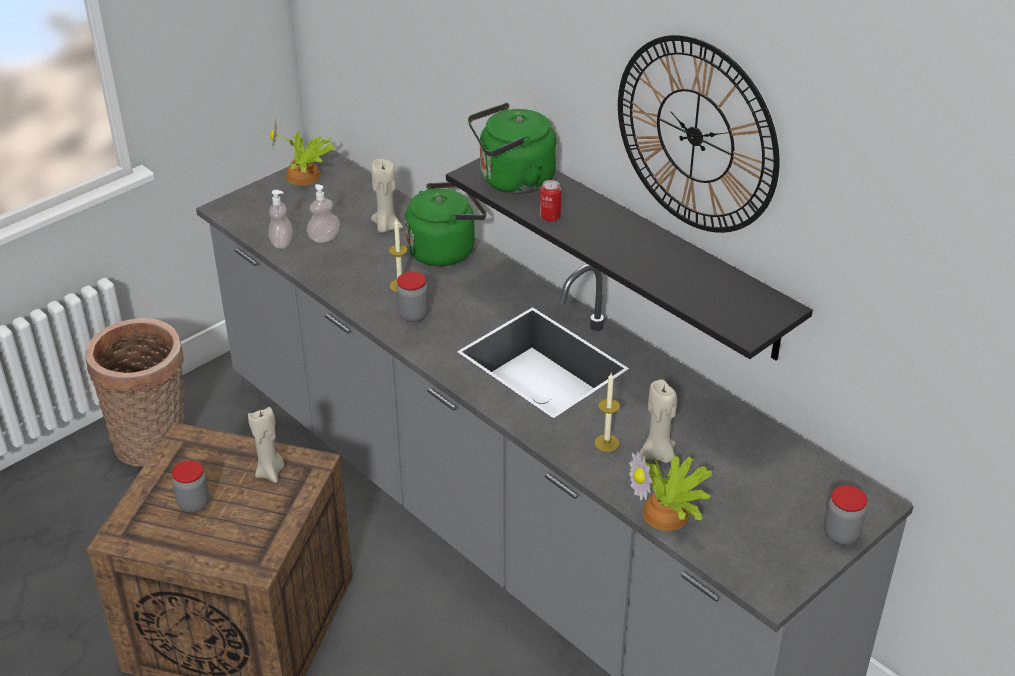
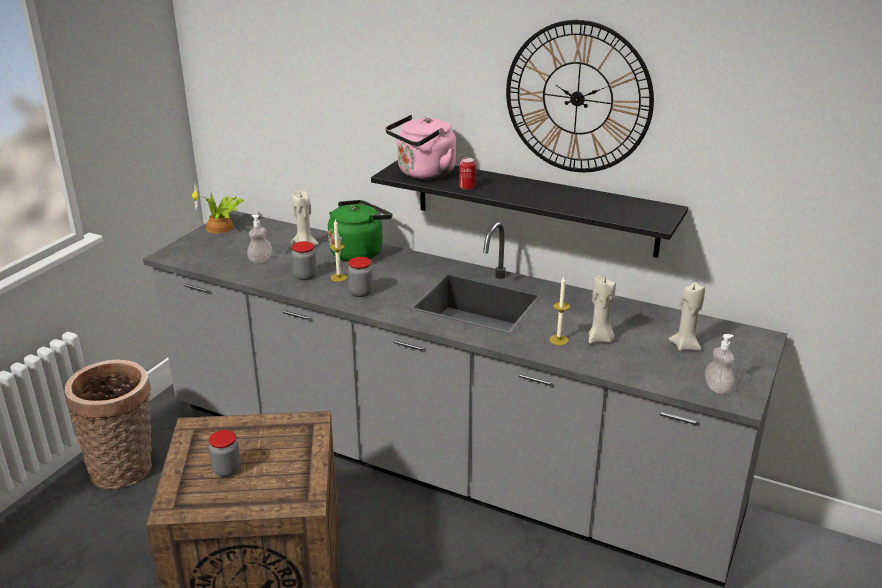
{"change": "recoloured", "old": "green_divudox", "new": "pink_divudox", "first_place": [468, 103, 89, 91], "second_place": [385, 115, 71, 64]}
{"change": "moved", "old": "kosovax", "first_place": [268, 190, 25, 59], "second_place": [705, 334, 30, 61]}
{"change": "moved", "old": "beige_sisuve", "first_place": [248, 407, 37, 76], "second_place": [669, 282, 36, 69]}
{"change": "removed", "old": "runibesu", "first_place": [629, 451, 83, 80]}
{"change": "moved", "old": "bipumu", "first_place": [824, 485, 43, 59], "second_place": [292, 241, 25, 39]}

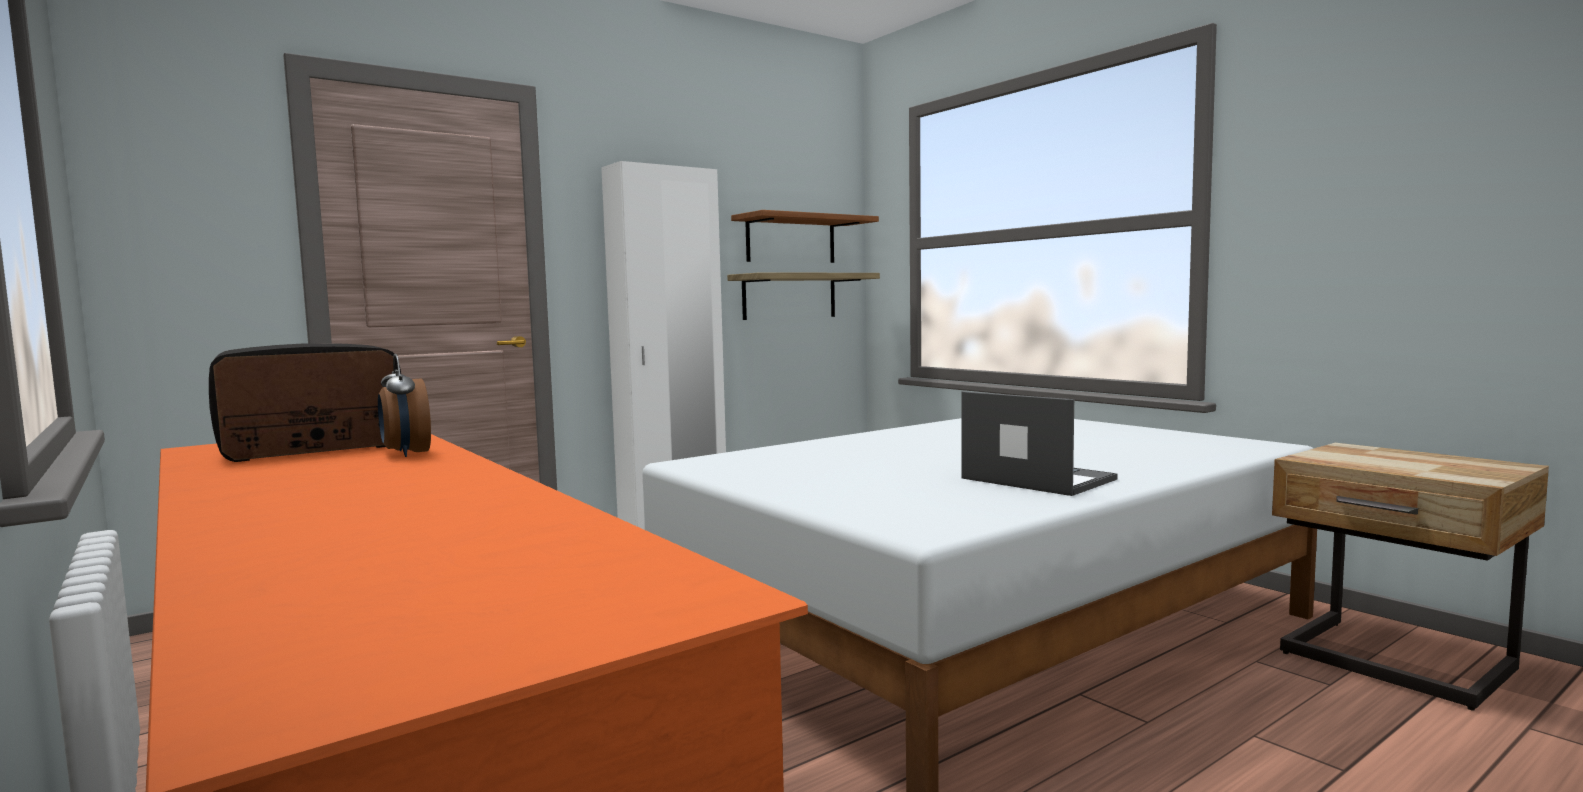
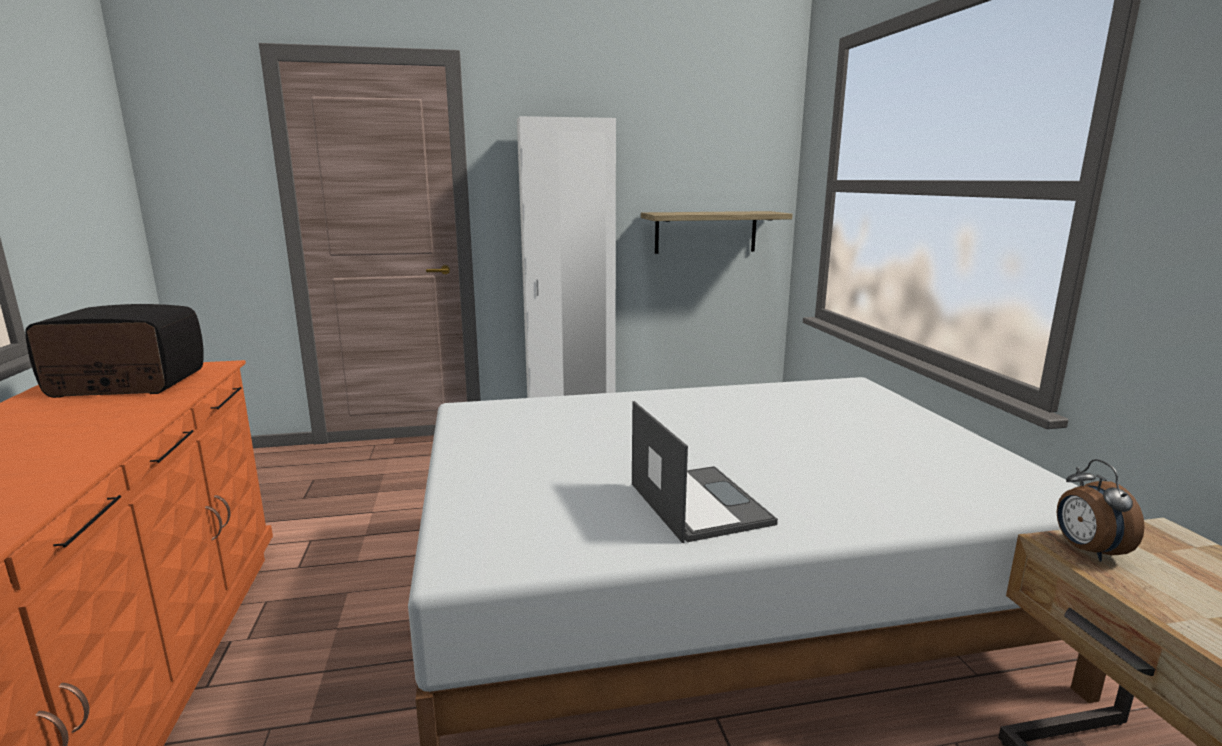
{"change": "removed", "old": "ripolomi", "first_place": [731, 210, 148, 53]}
{"change": "moved", "old": "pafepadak", "first_place": [378, 354, 53, 103], "second_place": [1057, 459, 88, 103]}

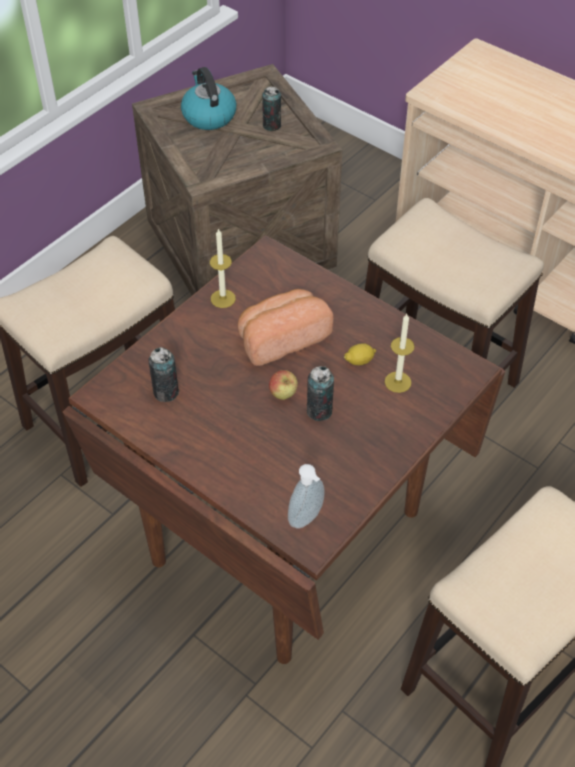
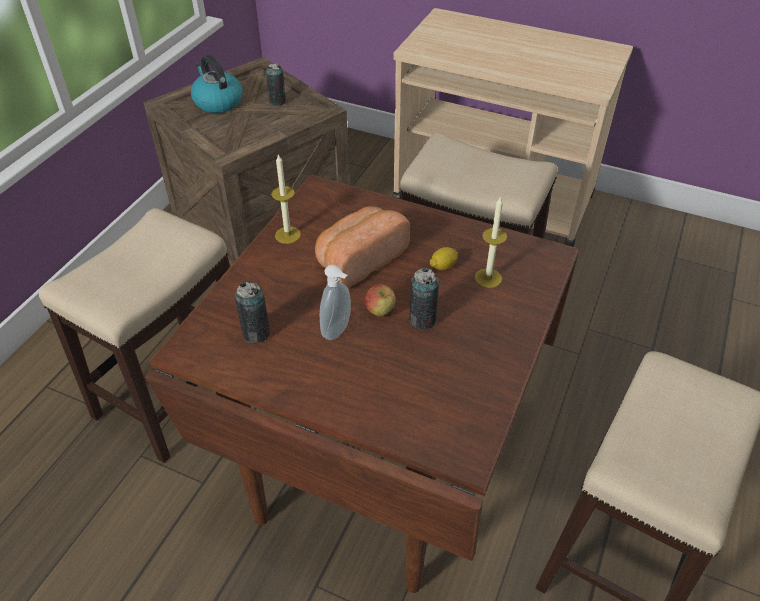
{"change": "moved", "old": "kosovax", "first_place": [288, 464, 37, 65], "second_place": [320, 265, 31, 75]}

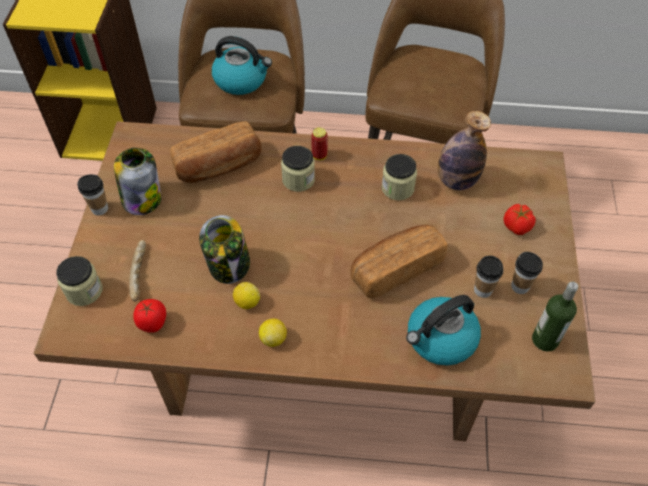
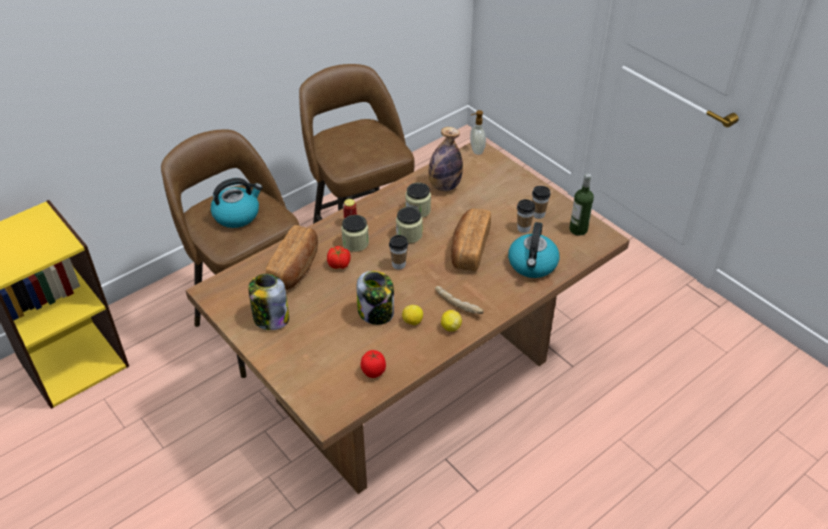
{"change": "moved", "old": "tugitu", "first_place": [77, 174, 31, 41], "second_place": [389, 235, 19, 35]}
{"change": "moved", "old": "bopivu", "first_place": [503, 204, 33, 31], "second_place": [327, 246, 24, 23]}
{"change": "moved", "old": "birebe", "first_place": [129, 240, 17, 62], "second_place": [435, 286, 49, 28]}
{"change": "moved", "old": "bipumu", "first_place": [56, 256, 46, 50], "second_place": [396, 207, 26, 36]}
{"change": "added", "new": "kosovax", "second_place": [470, 110, 16, 45]}

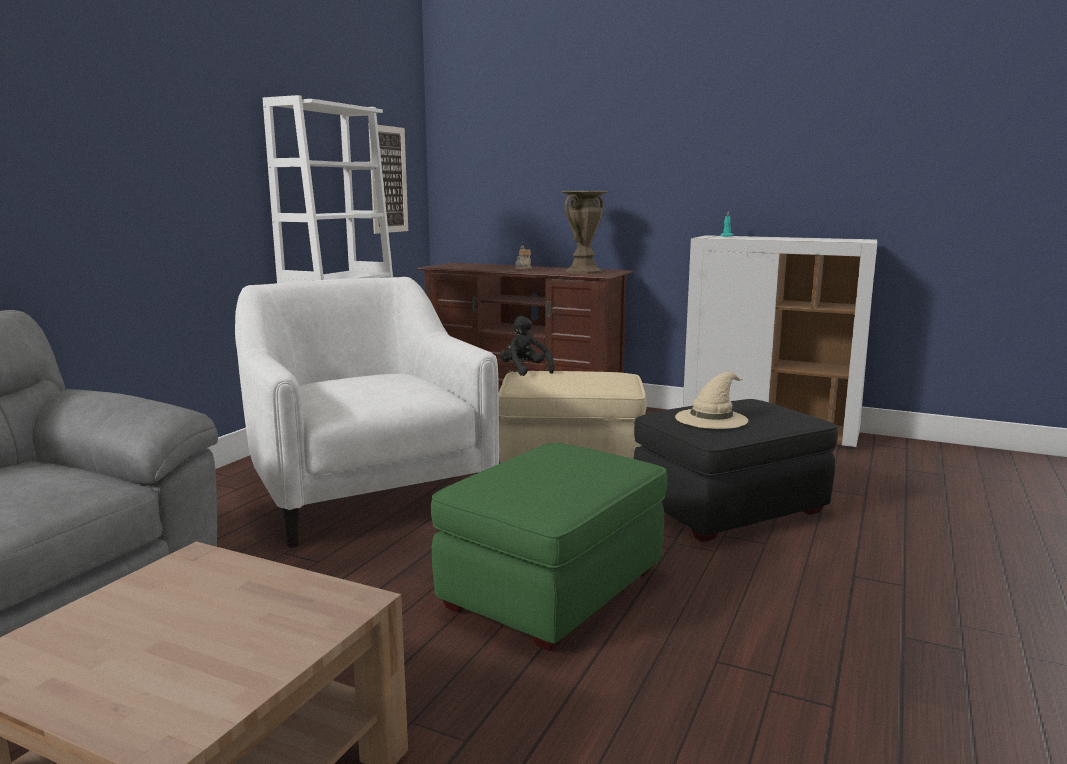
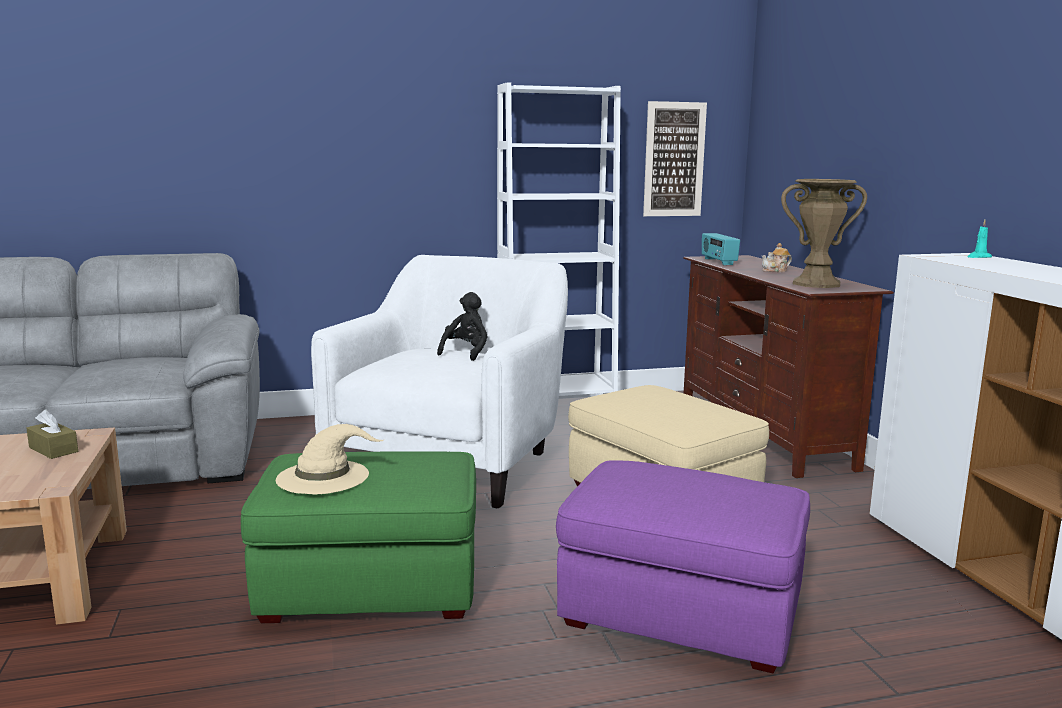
{"change": "moved", "old": "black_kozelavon", "first_place": [500, 316, 54, 60], "second_place": [437, 292, 51, 69]}
{"change": "moved", "old": "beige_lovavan", "first_place": [675, 372, 73, 57], "second_place": [276, 424, 108, 70]}
{"change": "recoloured", "old": "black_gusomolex", "new": "purple_gusomolex", "first_place": [634, 399, 204, 143], "second_place": [556, 460, 254, 214]}
{"change": "added", "new": "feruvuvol", "second_place": [702, 233, 38, 32]}
{"change": "added", "new": "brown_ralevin", "second_place": [26, 410, 52, 49]}

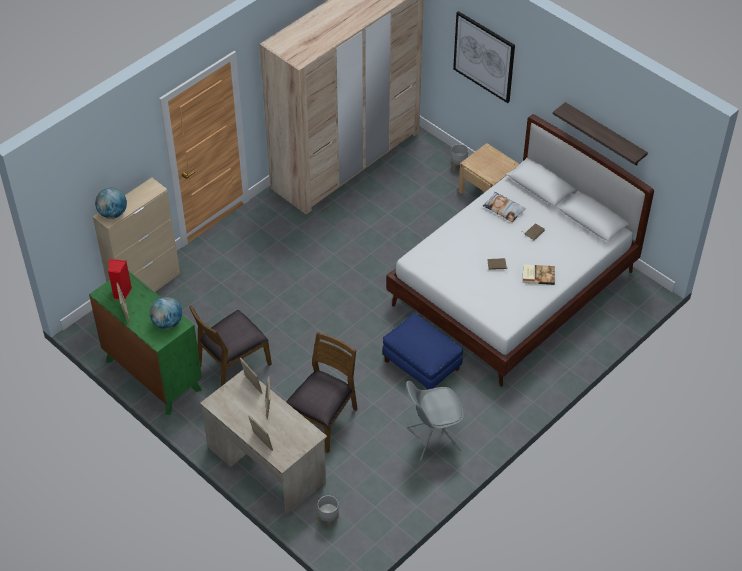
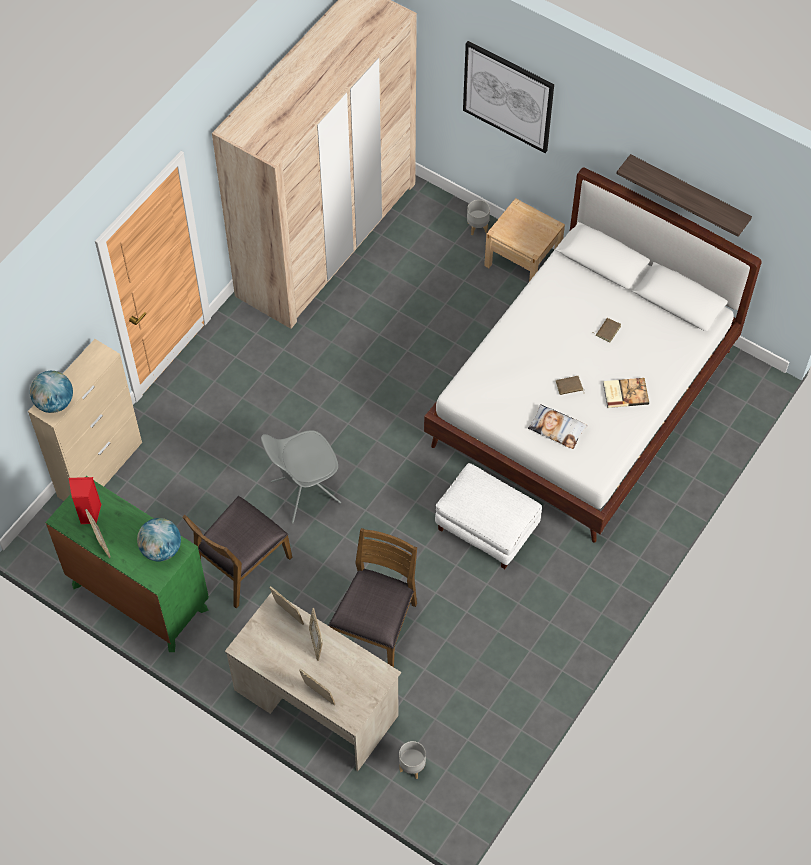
{"change": "moved", "old": "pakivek", "first_place": [483, 192, 43, 30], "second_place": [528, 404, 60, 45]}
{"change": "recoloured", "old": "blue_gusomolex", "new": "white_gusomolex", "first_place": [382, 313, 81, 77], "second_place": [435, 463, 107, 106]}
{"change": "moved", "old": "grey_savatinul", "first_place": [406, 381, 58, 80], "second_place": [261, 430, 80, 94]}

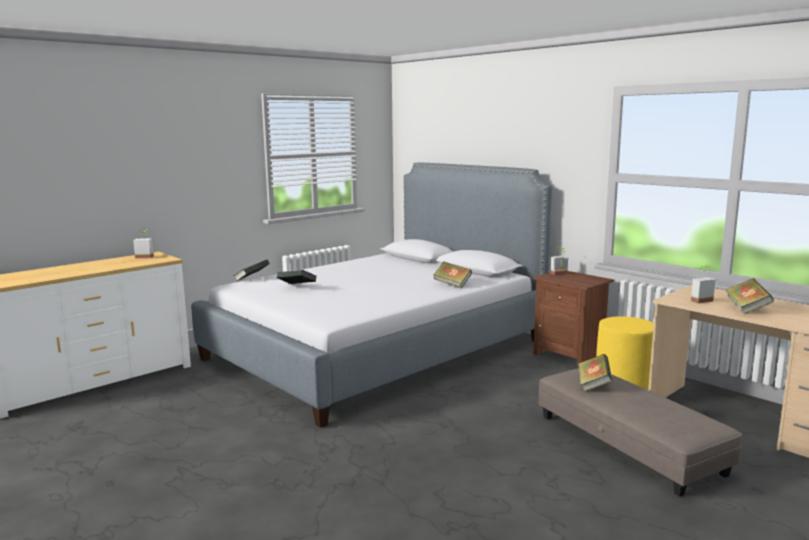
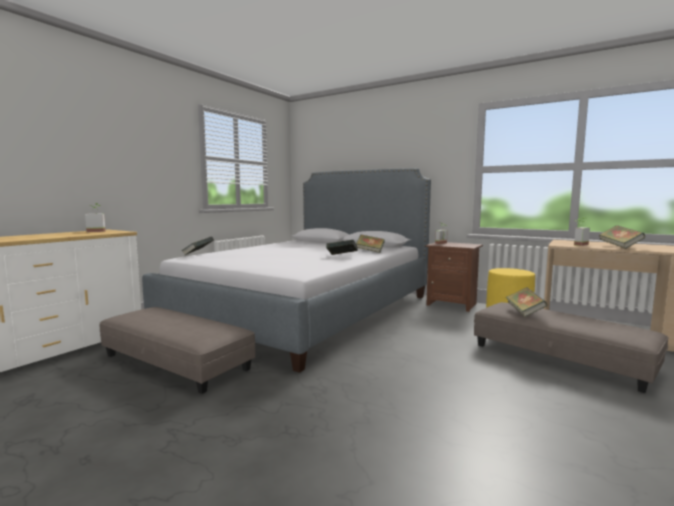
{"change": "moved", "old": "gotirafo", "first_place": [277, 270, 39, 14], "second_place": [326, 240, 32, 15]}
{"change": "added", "new": "grey_gusomolex", "second_place": [99, 307, 156, 87]}

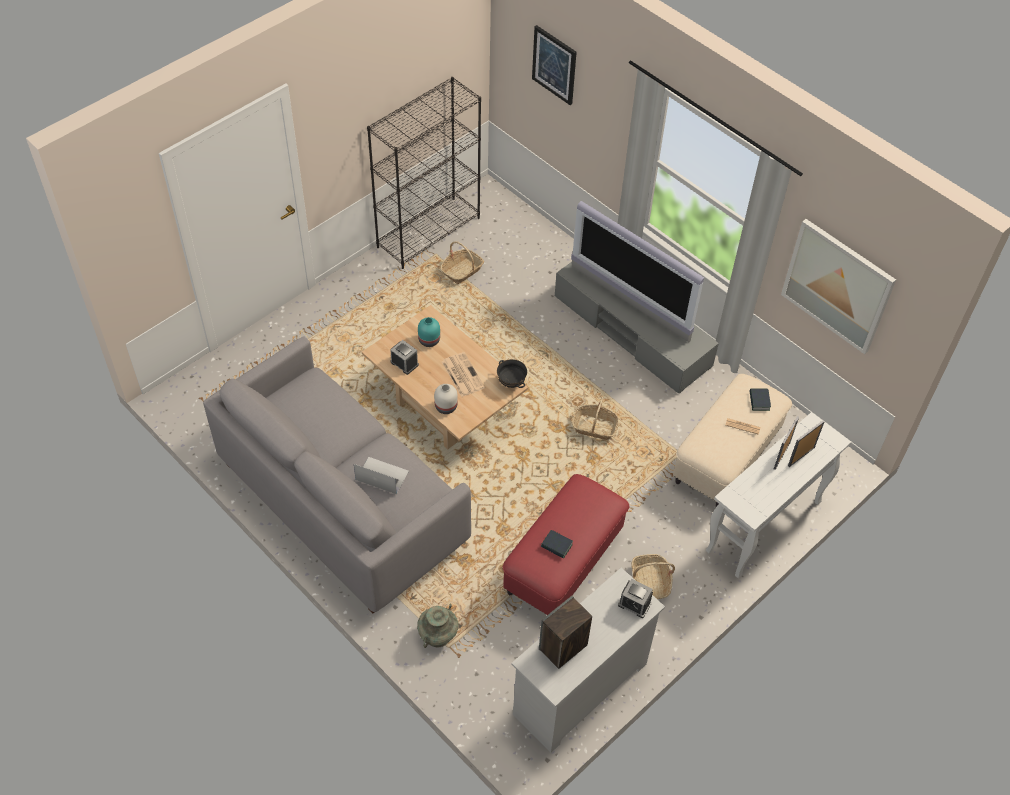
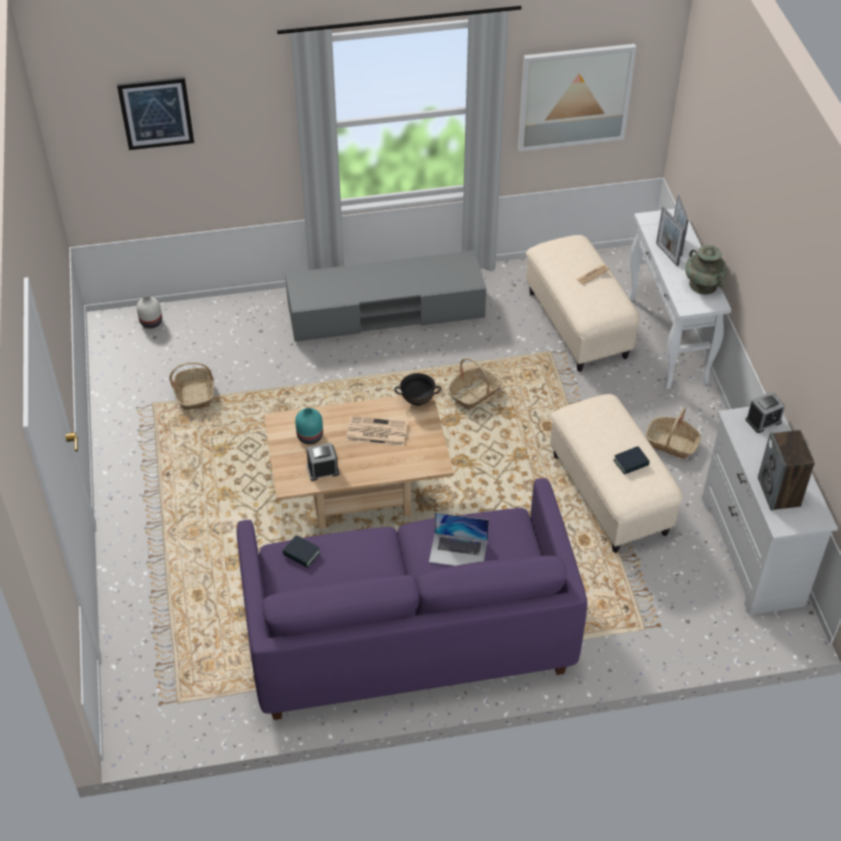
{"change": "removed", "old": "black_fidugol", "first_place": [367, 77, 114, 192]}
{"change": "removed", "old": "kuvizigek", "first_place": [571, 201, 133, 141]}
{"change": "recoloured", "old": "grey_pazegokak", "new": "purple_pazegokak", "first_place": [203, 337, 268, 277], "second_place": [237, 478, 350, 242]}
{"change": "moved", "old": "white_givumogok", "first_place": [434, 384, 24, 30], "second_place": [137, 296, 25, 33]}
{"change": "moved", "old": "gotirafo", "first_place": [750, 388, 21, 23], "second_place": [282, 535, 39, 33]}
{"change": "turned", "old": "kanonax", "first_place": [354, 457, 55, 37], "second_place": [429, 513, 60, 53], "degrees": -135}
{"change": "recoloured", "old": "red_gusomolex", "new": "beige_gusomolex", "first_place": [503, 474, 127, 141], "second_place": [550, 394, 133, 159]}
{"change": "moved", "old": "turquoise_givumogok", "first_place": [417, 603, 42, 45], "second_place": [685, 245, 43, 50]}

